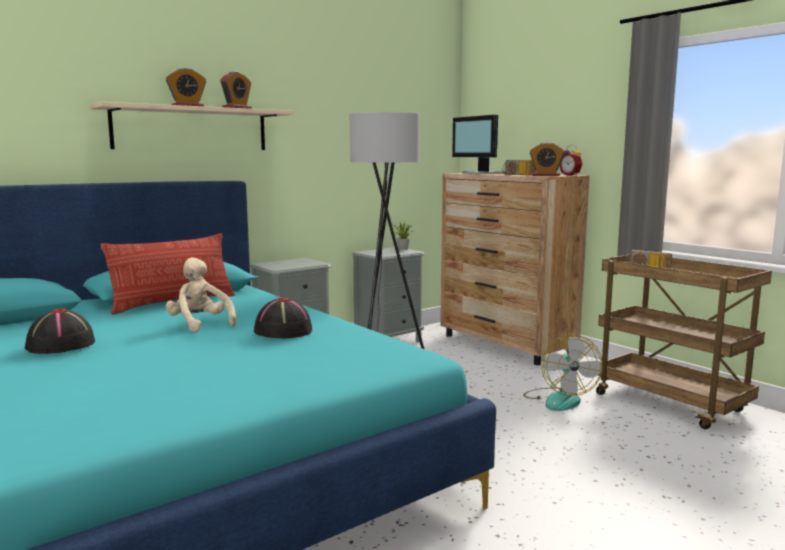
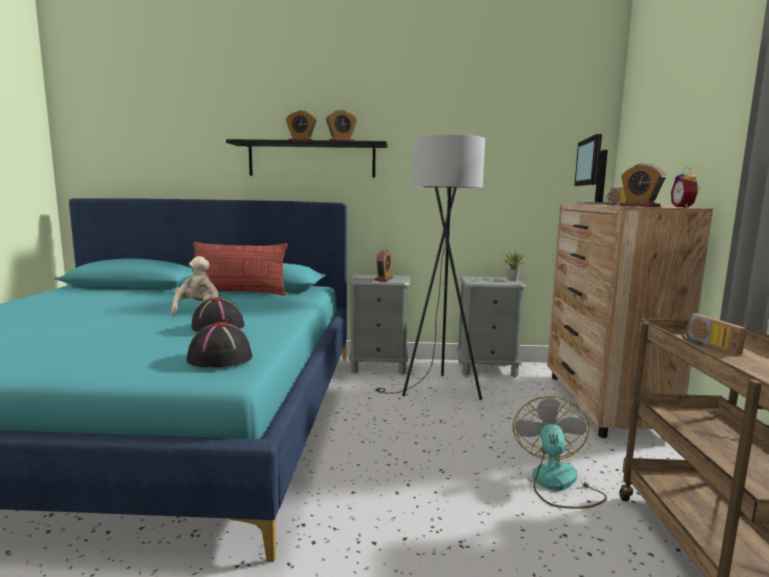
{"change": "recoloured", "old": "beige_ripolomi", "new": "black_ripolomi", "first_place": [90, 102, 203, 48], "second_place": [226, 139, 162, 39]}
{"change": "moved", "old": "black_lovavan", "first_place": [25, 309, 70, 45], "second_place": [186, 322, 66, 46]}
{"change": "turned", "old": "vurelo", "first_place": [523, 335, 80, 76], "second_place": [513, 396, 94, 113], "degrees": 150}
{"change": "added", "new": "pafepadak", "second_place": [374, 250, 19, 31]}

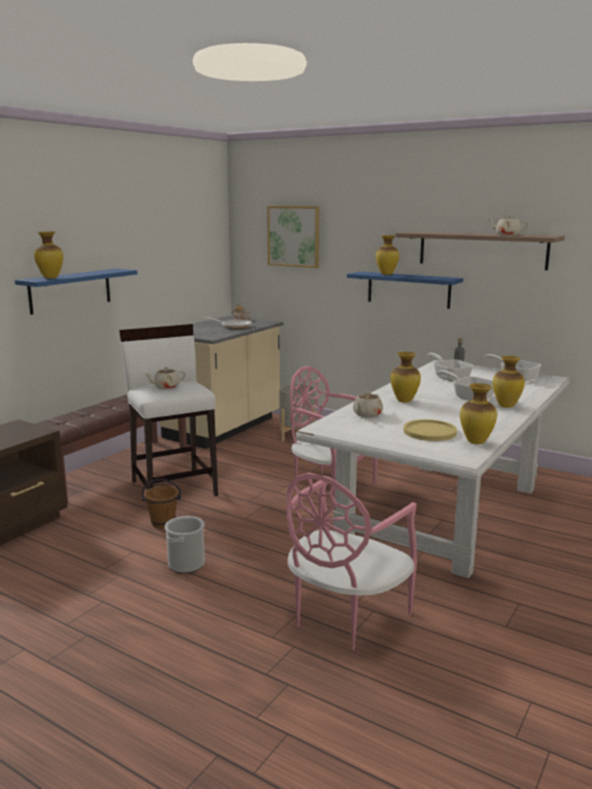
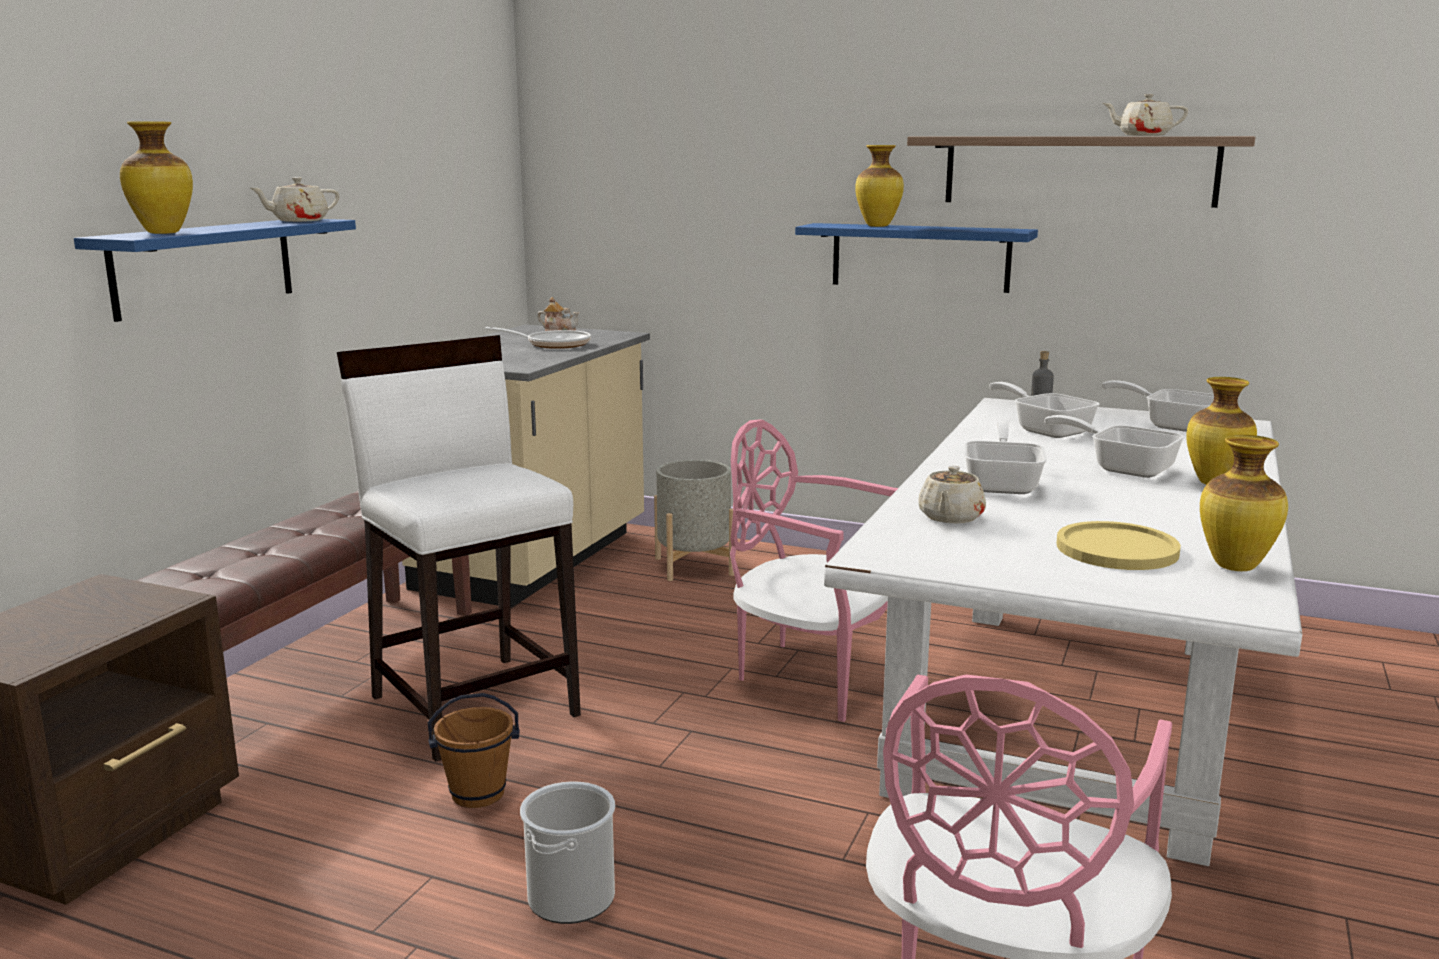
{"change": "removed", "old": "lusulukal", "first_place": [267, 206, 53, 62]}
{"change": "replaced", "old": "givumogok", "new": "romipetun", "first_place": [390, 352, 31, 51], "second_place": [964, 422, 83, 72]}
{"change": "moved", "old": "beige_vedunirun", "first_place": [145, 367, 41, 22], "second_place": [250, 177, 90, 45]}

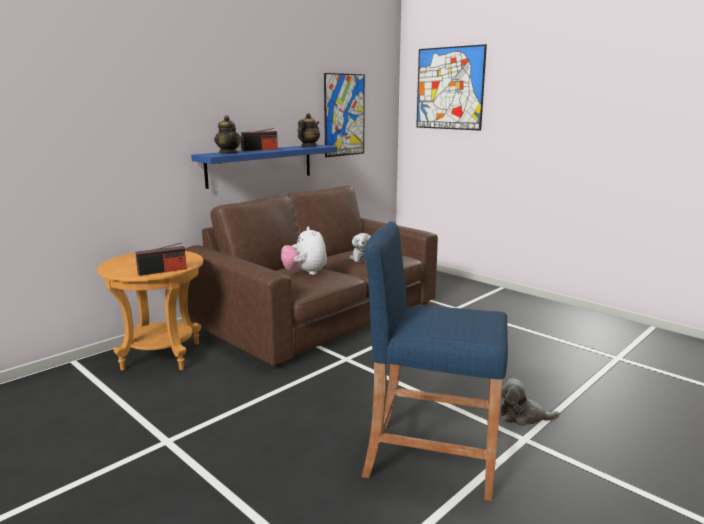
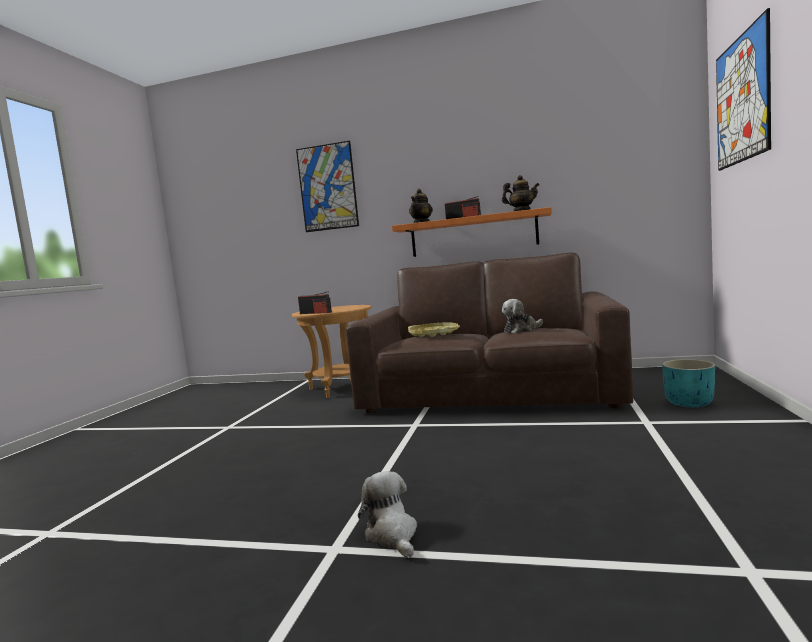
{"change": "moved", "old": "lusulukal", "first_place": [324, 73, 41, 84], "second_place": [296, 140, 63, 92]}
{"change": "recoloured", "old": "blue_ripolomi", "new": "orange_ripolomi", "first_place": [191, 145, 146, 44], "second_place": [392, 207, 160, 50]}
{"change": "removed", "old": "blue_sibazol", "first_place": [361, 221, 147, 280]}
{"change": "replaced", "old": "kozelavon", "new": "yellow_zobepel", "first_place": [281, 227, 46, 48], "second_place": [408, 323, 52, 14]}
{"change": "added", "new": "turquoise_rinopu", "second_place": [662, 359, 53, 48]}

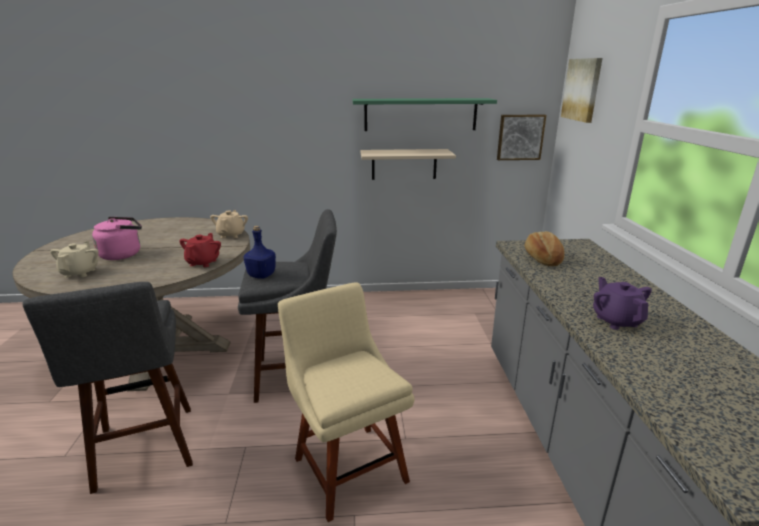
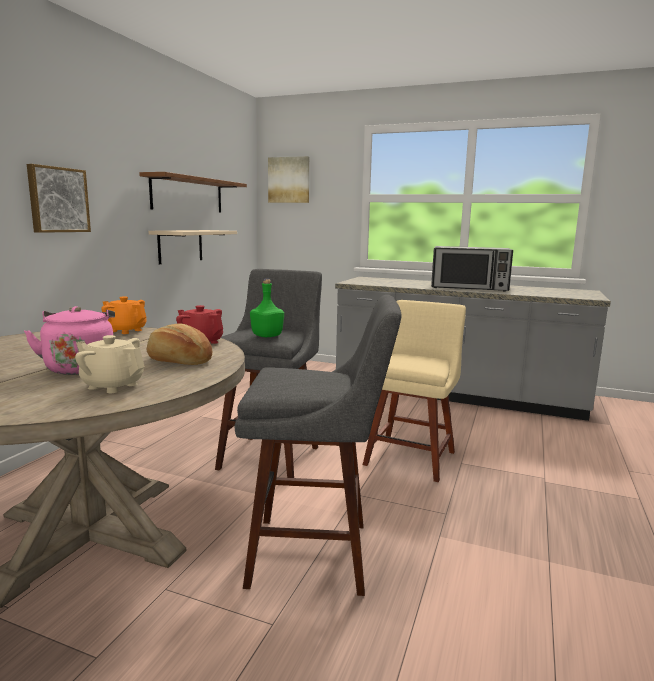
{"change": "recoloured", "old": "green_ripolomi", "new": "brown_ripolomi", "first_place": [352, 98, 145, 33], "second_place": [139, 172, 108, 41]}
{"change": "moved", "old": "lusulukal", "first_place": [497, 115, 49, 45], "second_place": [27, 164, 64, 69]}
{"change": "recoloured", "old": "beige_vedunirun", "new": "orange_vedunirun", "first_place": [210, 210, 38, 28], "second_place": [101, 296, 46, 38]}
{"change": "recoloured", "old": "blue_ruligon", "new": "green_ruligon", "first_place": [244, 226, 32, 53], "second_place": [250, 279, 34, 58]}
{"change": "moved", "old": "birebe", "first_place": [525, 231, 40, 35], "second_place": [147, 323, 65, 42]}
{"change": "replaced", "old": "purple_vedunirun", "new": "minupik", "first_place": [593, 277, 59, 53], "second_place": [431, 246, 82, 45]}
{"change": "turned", "old": "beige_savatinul", "first_place": [278, 282, 136, 240], "second_place": [363, 300, 103, 182], "degrees": 120}

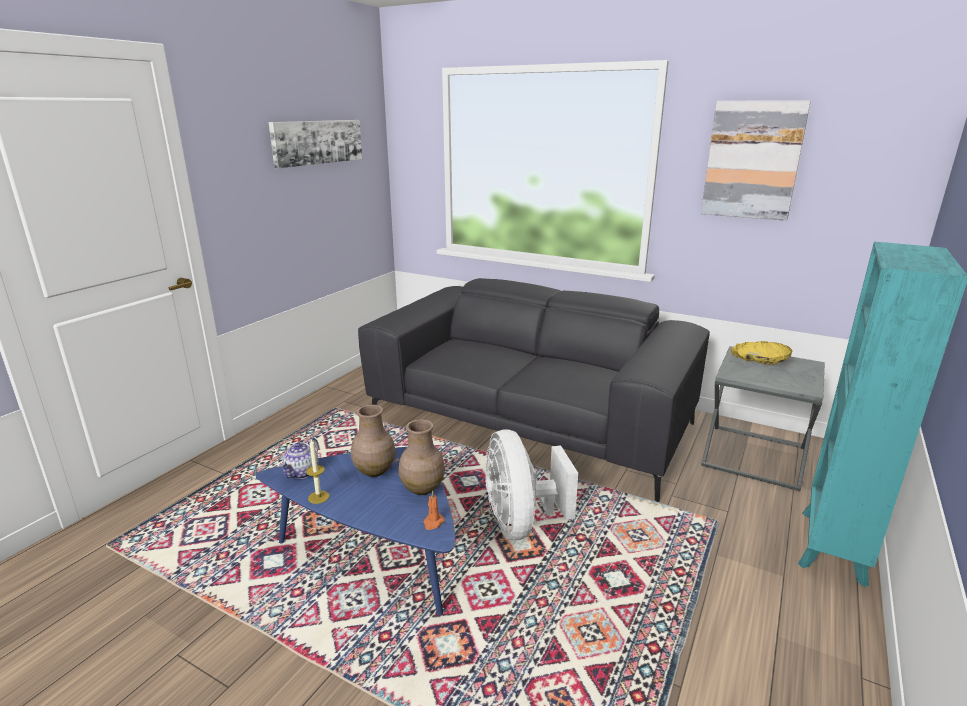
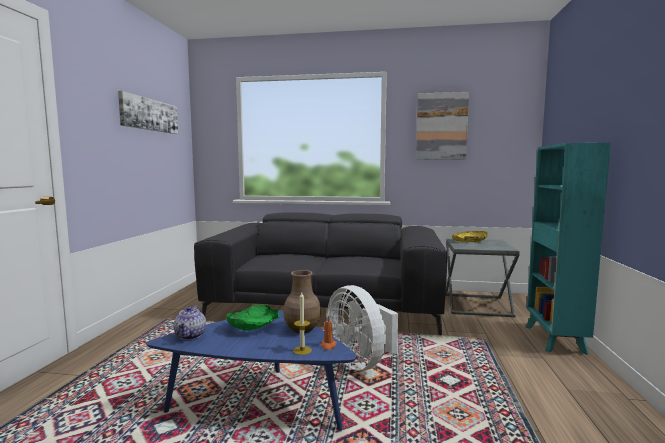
{"change": "replaced", "old": "brown_givumogok", "new": "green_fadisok", "first_place": [351, 405, 45, 72], "second_place": [226, 305, 53, 25]}
{"change": "moved", "old": "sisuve", "first_place": [306, 439, 24, 65], "second_place": [293, 292, 19, 63]}

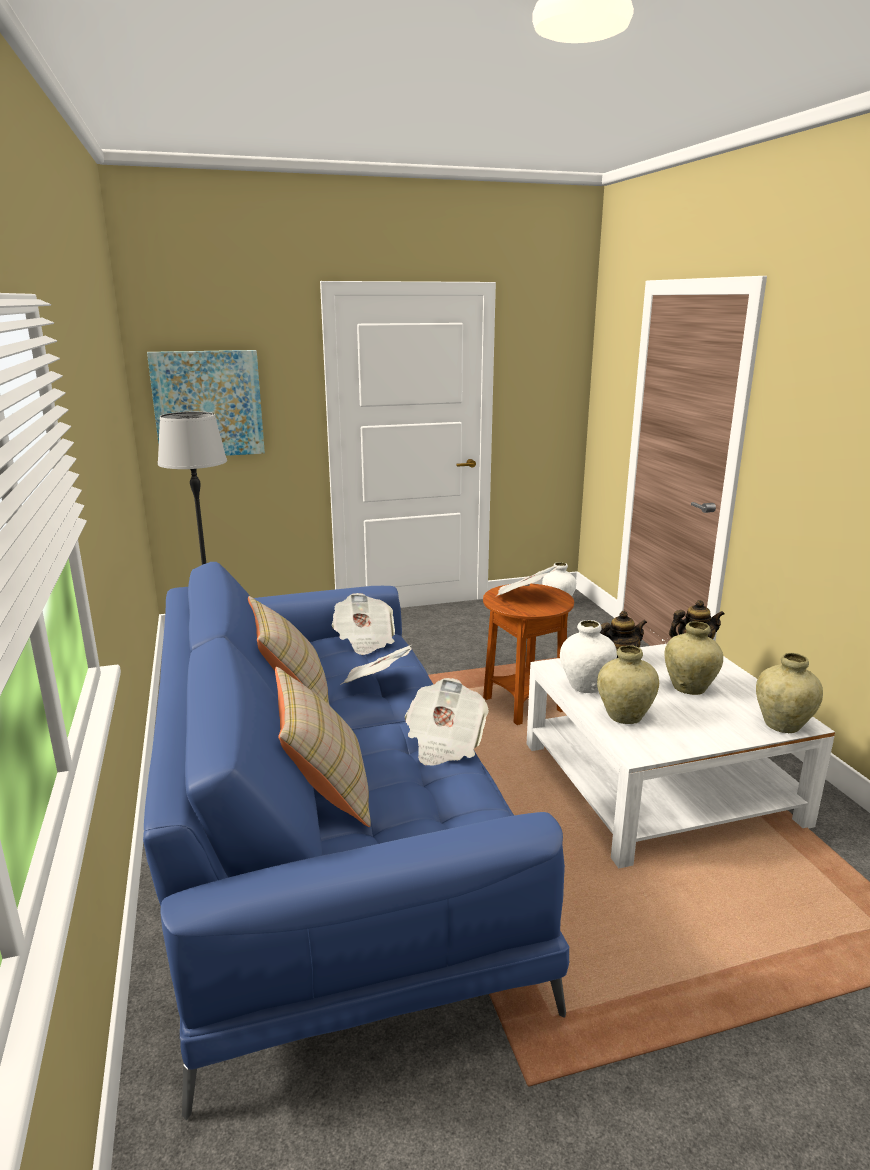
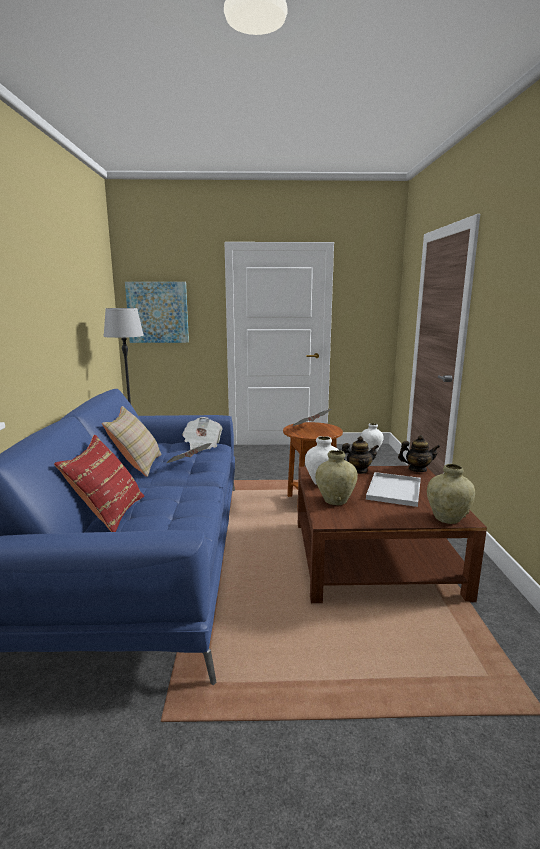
{"change": "replaced", "old": "beige_givumogok", "new": "white_zobepel", "first_place": [665, 621, 58, 74], "second_place": [366, 472, 55, 35]}
{"change": "recoloured", "old": "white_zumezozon", "new": "brown_zumezozon", "first_place": [527, 644, 308, 224], "second_place": [298, 466, 189, 137]}
{"change": "recoloured", "old": "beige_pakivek", "new": "red_pakivek", "first_place": [275, 667, 96, 160], "second_place": [54, 435, 90, 97]}
{"change": "removed", "old": "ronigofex", "first_place": [405, 678, 84, 87]}

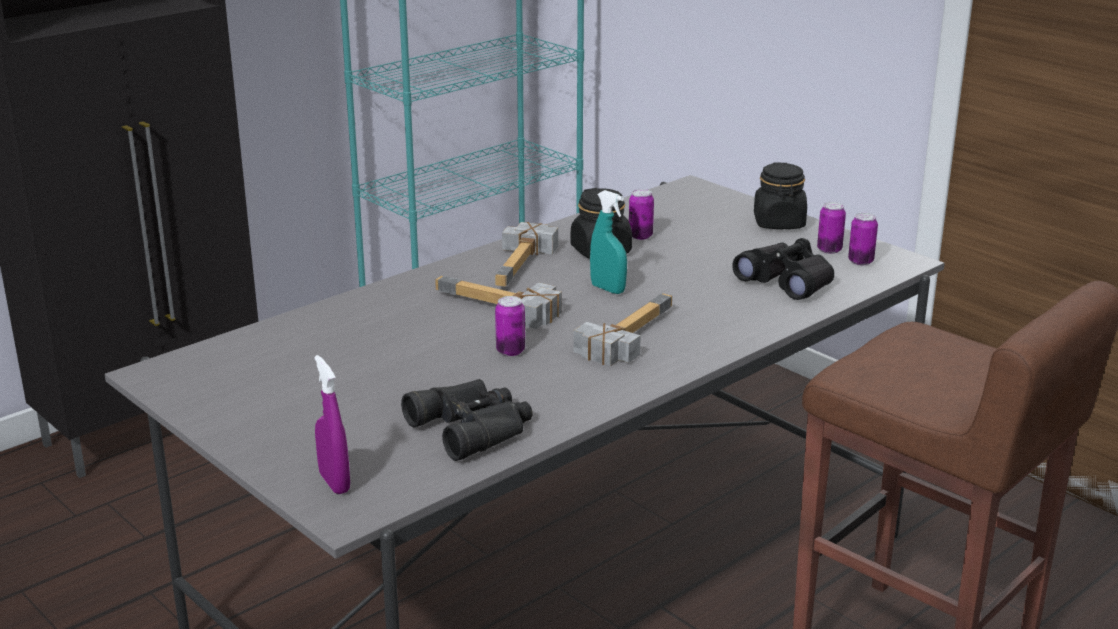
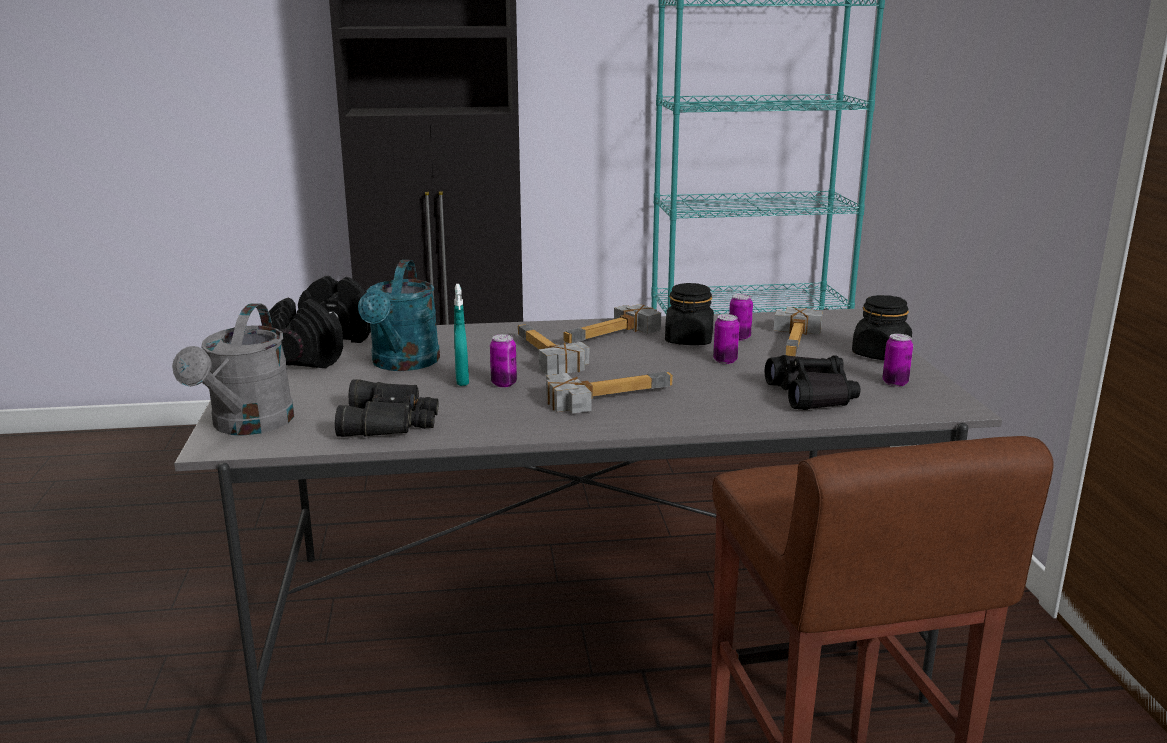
{"change": "moved", "old": "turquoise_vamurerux", "first_place": [590, 190, 37, 104], "second_place": [454, 284, 15, 102]}
{"change": "moved", "old": "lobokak", "first_place": [848, 213, 30, 52], "second_place": [713, 314, 27, 50]}
{"change": "replaced", "old": "purple_vamurerux", "new": "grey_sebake", "first_place": [315, 355, 35, 139], "second_place": [172, 303, 122, 132]}
{"change": "added", "new": "turquoise_sebake", "second_place": [358, 260, 82, 111]}
{"change": "added", "new": "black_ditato", "second_place": [269, 276, 102, 92]}
{"change": "added", "new": "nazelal", "second_place": [774, 307, 49, 49]}

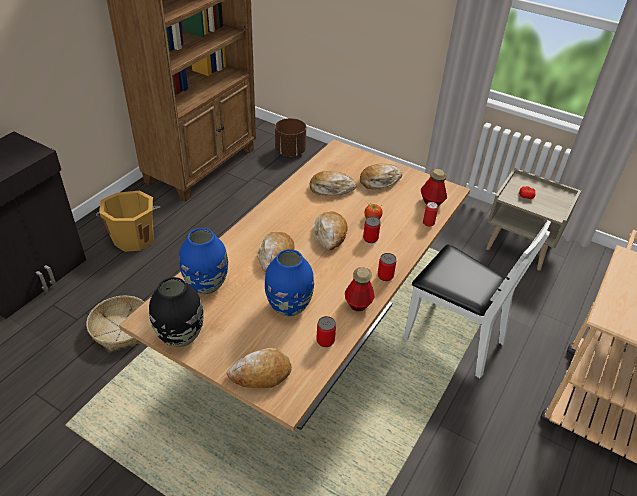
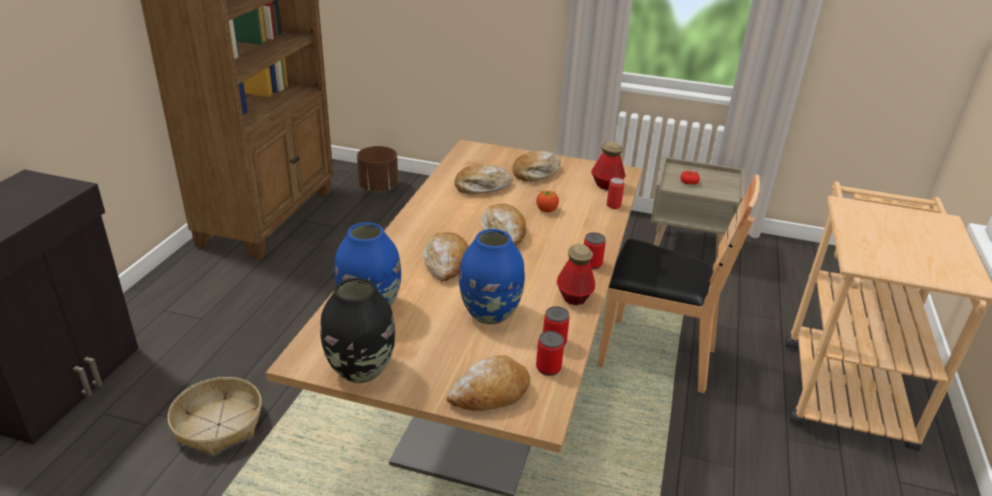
{"change": "removed", "old": "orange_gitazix", "first_place": [96, 191, 64, 61]}
{"change": "moved", "old": "lobokak", "first_place": [363, 216, 18, 27], "second_place": [536, 331, 28, 45]}
{"change": "recoloured", "old": "white_savatinul", "new": "brown_savatinul", "first_place": [403, 220, 148, 158], "second_place": [597, 174, 163, 219]}

